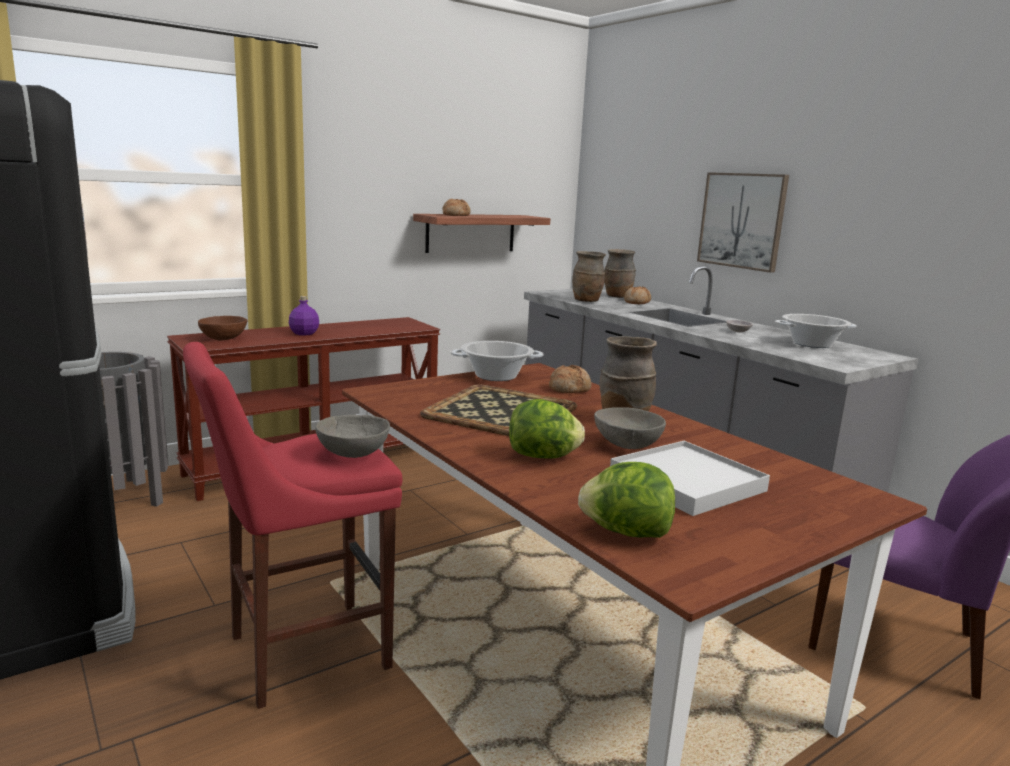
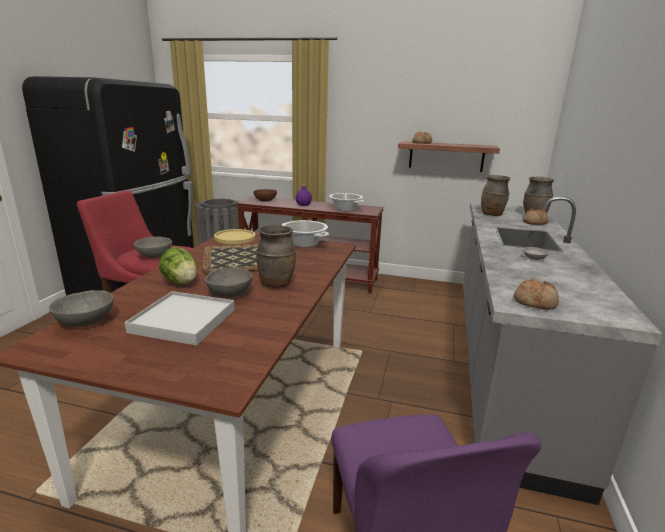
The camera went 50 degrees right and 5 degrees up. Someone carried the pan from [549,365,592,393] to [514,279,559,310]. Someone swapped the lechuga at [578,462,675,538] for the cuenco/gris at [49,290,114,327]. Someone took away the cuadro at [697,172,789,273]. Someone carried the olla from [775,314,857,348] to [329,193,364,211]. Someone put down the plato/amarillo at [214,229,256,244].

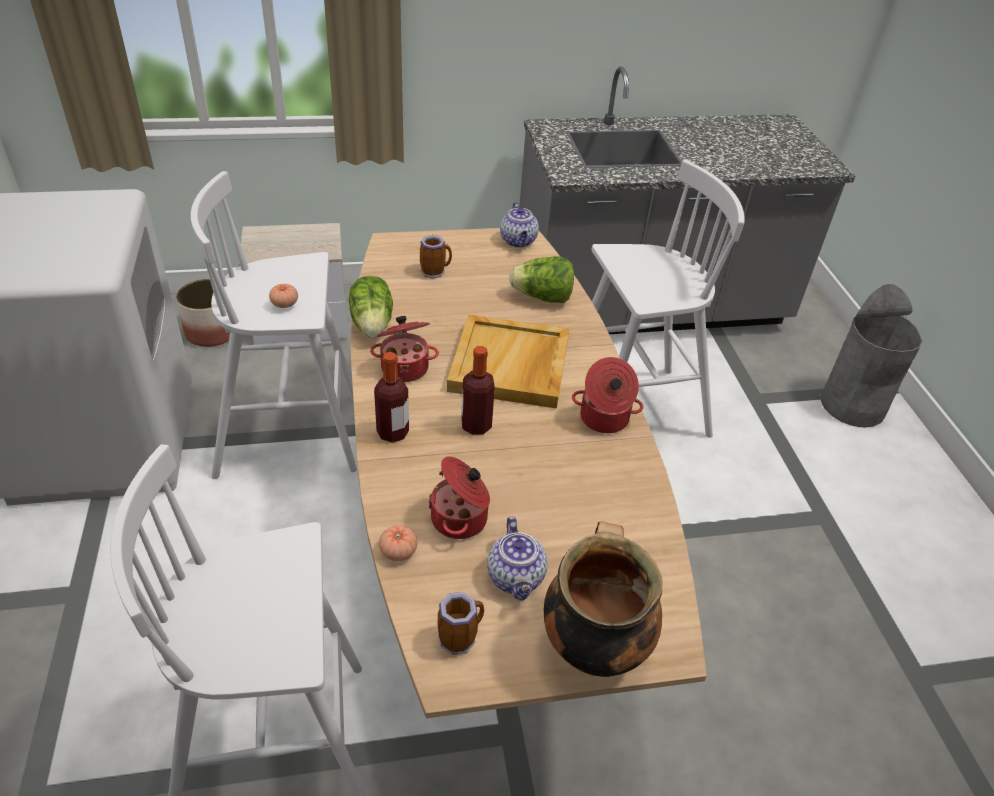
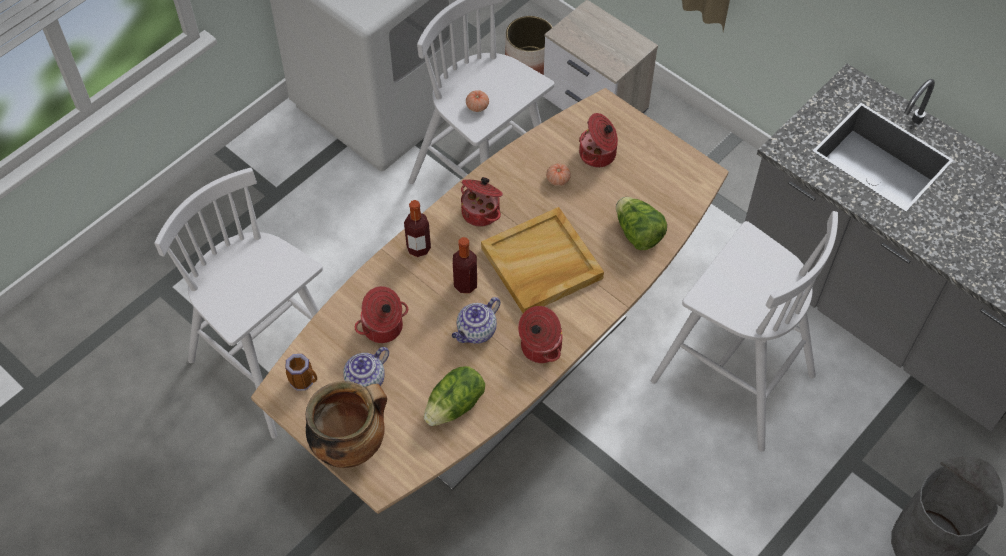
The camera went 55 degrees right and 15 degrees up. Someone carried the lechuga from [349,276,393,338] to [424,366,485,426]. Someone carried the tomate from [379,525,418,561] to [546,163,571,186]. Someone swapped the taza grande at [420,235,452,279] for the olla at [579,113,618,167]. Someone carried the tetera from [500,202,539,248] to [452,297,501,344].

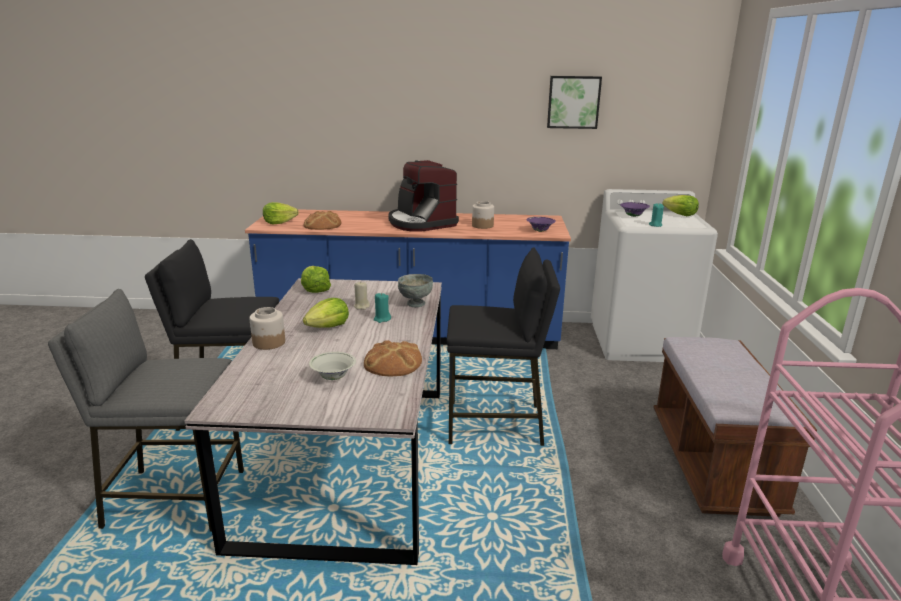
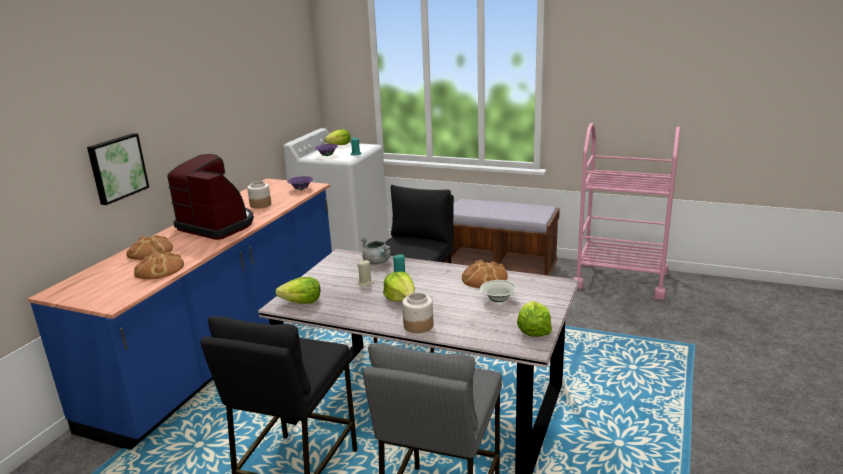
The camera went 70 degrees left and 0 degrees up. Someone carried the lechuga from [263,202,299,224] to [517,301,552,337]. Someone rotated the cafetera at [389,160,459,232] by 135 degrees counterclockwise. Someone swapped the cuenco/gris at [398,274,433,307] for the olla/gris at [359,237,391,265]. Someone carried the cuadro from [547,76,602,129] to [87,133,149,205]. Someone put down the pan at [126,235,173,260].

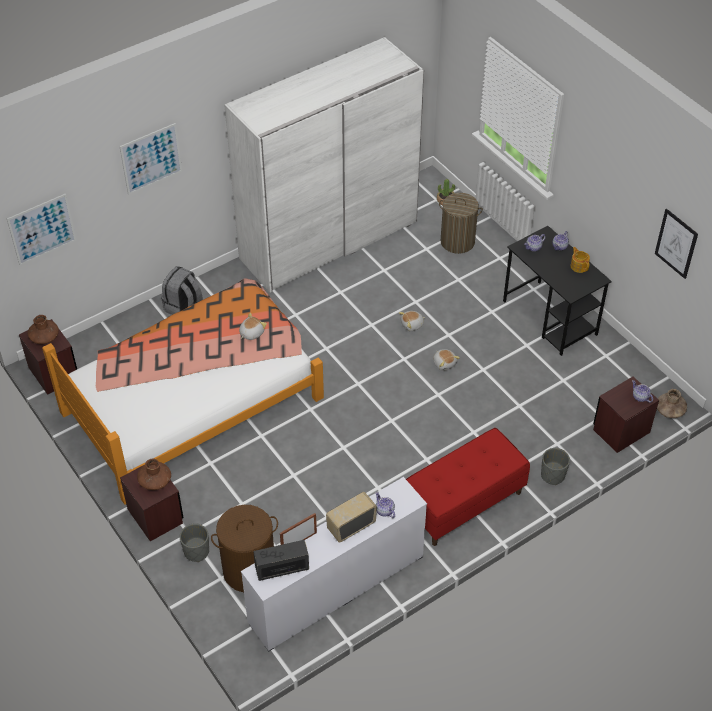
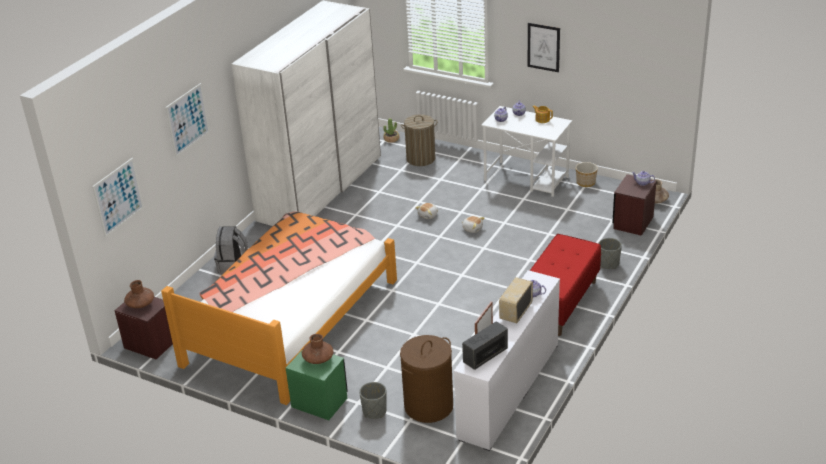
The camera went 25 degrees left and 15 degrees down. Someone repainted the mesita de noche/marrón at [120,466,184,541], which became the mesita de noche/verde at [286,349,348,420]. Someone took away the peluche at [239,313,267,340]. Someone repainted the escritorio/negro at [503,226,612,356], which became the escritorio/blanco at [481,106,572,197]. Someone carried the cuadro from [655,208,698,279] to [528,23,560,72]. Someone put down the maceta at [576,162,598,187].

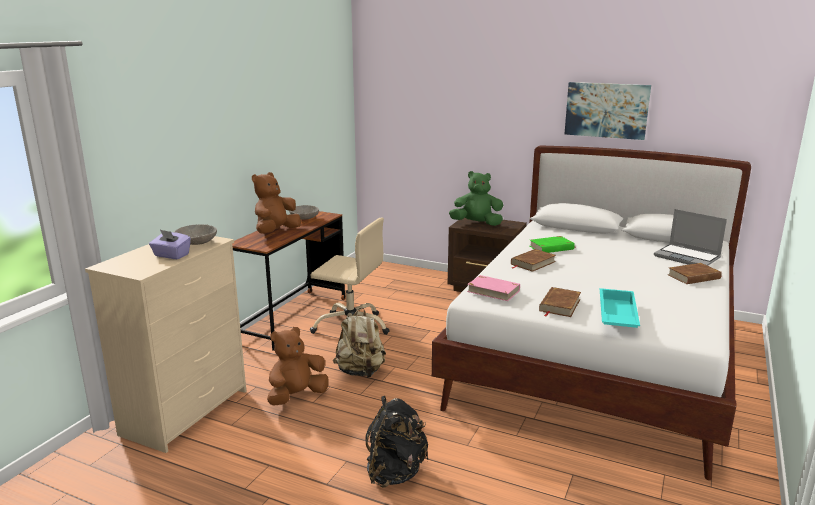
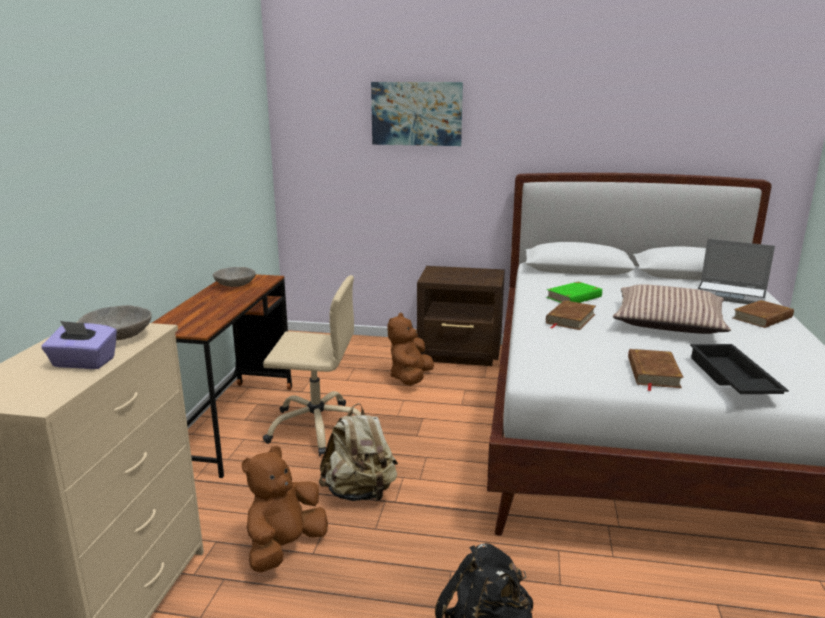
The camera went 15 degrees left and 0 degrees up. Someone carried the peluche/marrón from [252,172,301,234] to [387,313,434,386]. Someone took away the peluche/verde at [449,171,503,226]. Someone took away the libro/rosa at [467,275,520,301]. Someone carried the cuadro from [565,82,651,140] to [371,82,463,146]. Someone repainted the bandeja/turquesa at [600,288,640,328], which became the bandeja/negro at [690,344,789,394]. Someone put down the cojín at [613,284,731,334].

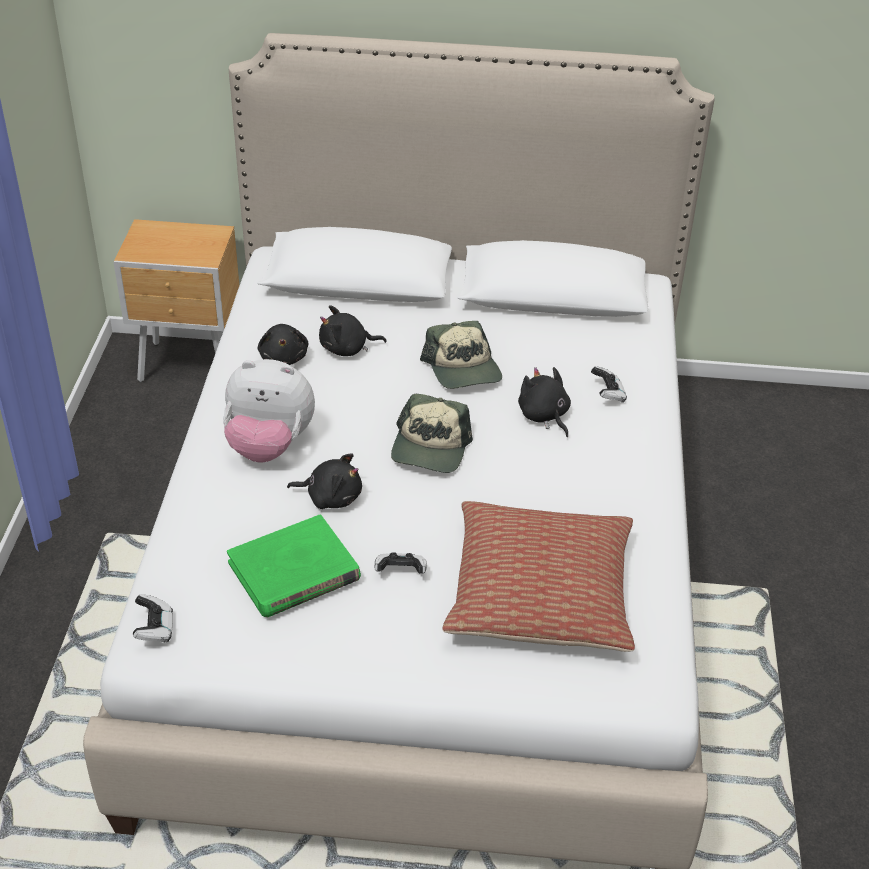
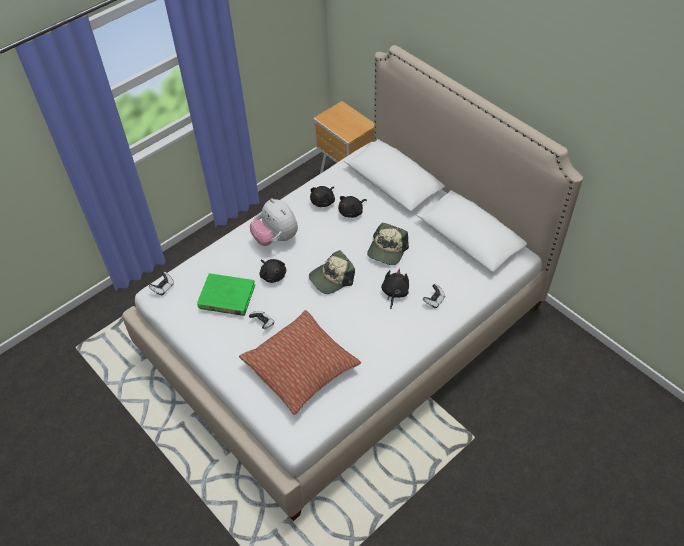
The camera went 45 degrees right and 10 degrees up. Someone rotated the peluche/negro at [319,305,387,356] by 75 degrees counterclockwise.

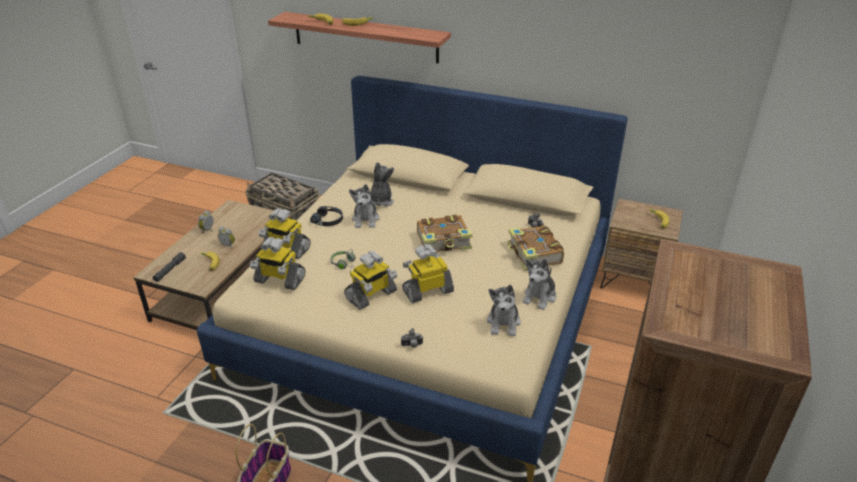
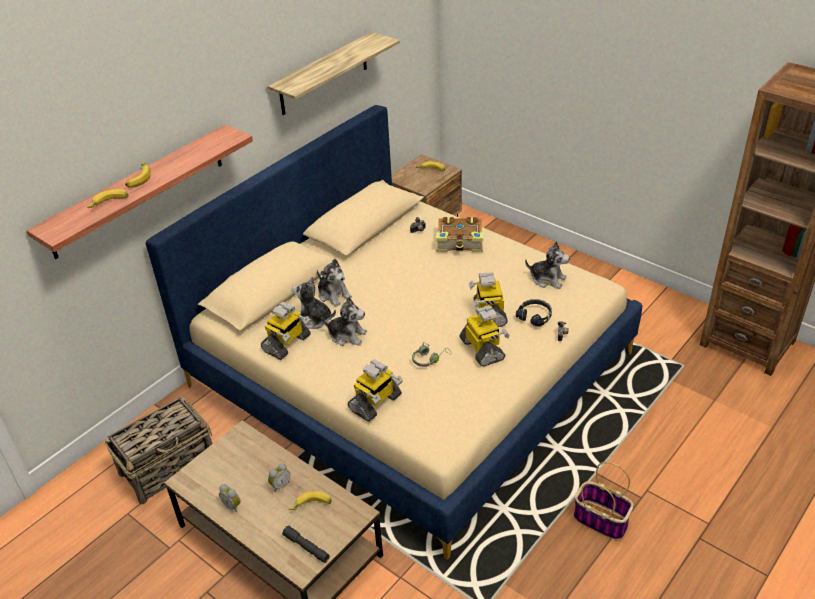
The camera went 70 degrees left and 5 degrees up. Someone carried the robot de juguete from [250,237,305,290] to [261,302,311,360]. Someone carried the auriculares/negro from [310,206,343,226] to [516,299,552,327]. Someone took away the libro at [417,215,473,252]. Someone carried the peluche from [522,259,556,310] to [317,259,352,307]. Someone put up the estante at [267,32,400,115].

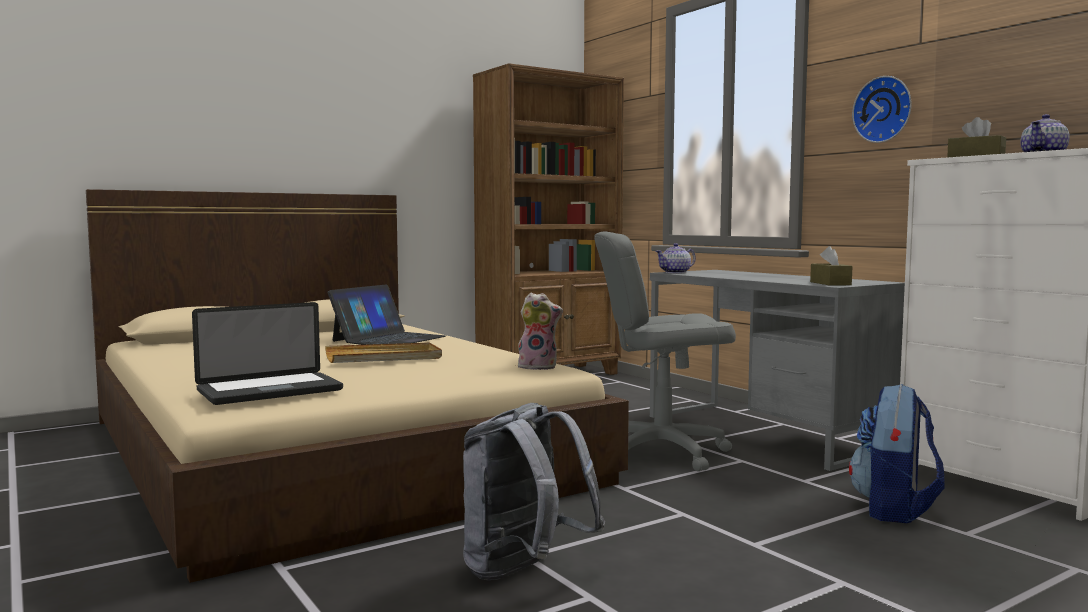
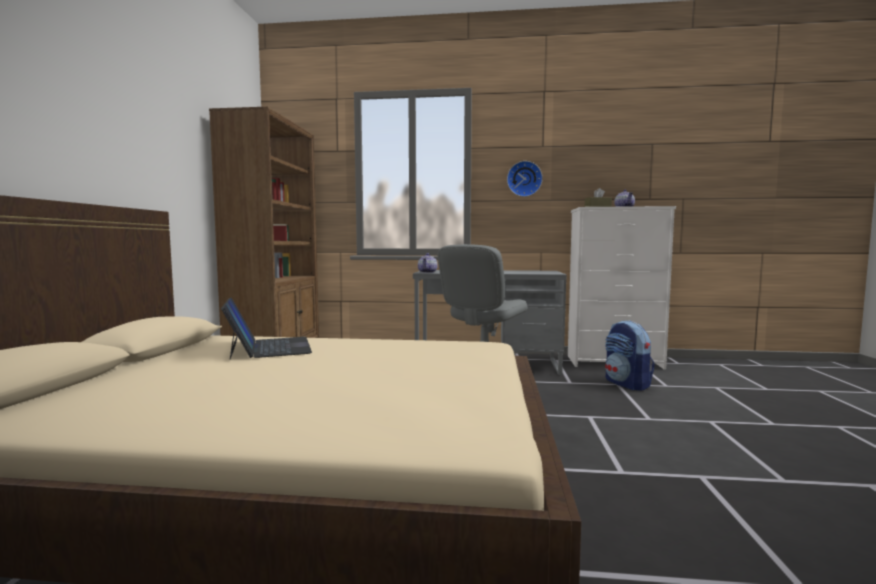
The camera went 50 degrees left and 0 degrees up. Someone took away the portátil at [192,302,343,405]. Someone took away the bandeja/beis at [325,342,442,363]. Someone took away the mochila/gris at [463,403,605,580]. Someone took away the peluche at [518,292,563,370]. Someone took away the caja de pañuelos/marrón at [810,246,852,286].

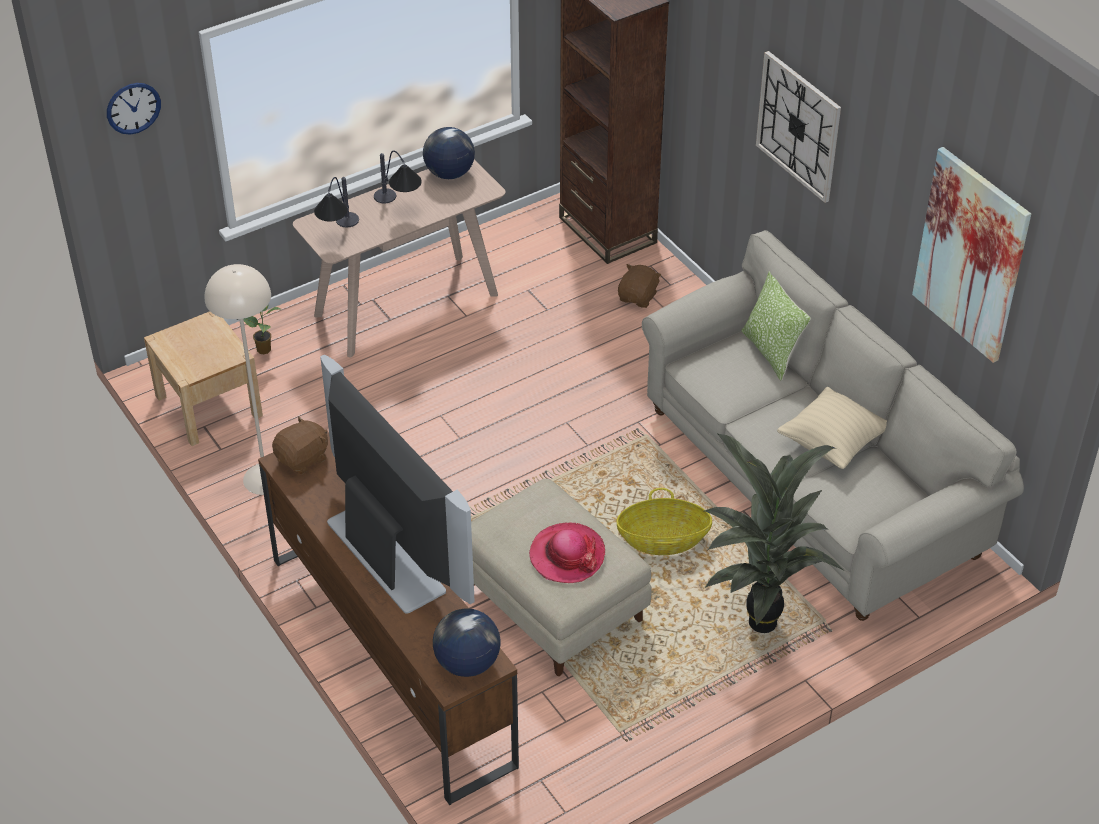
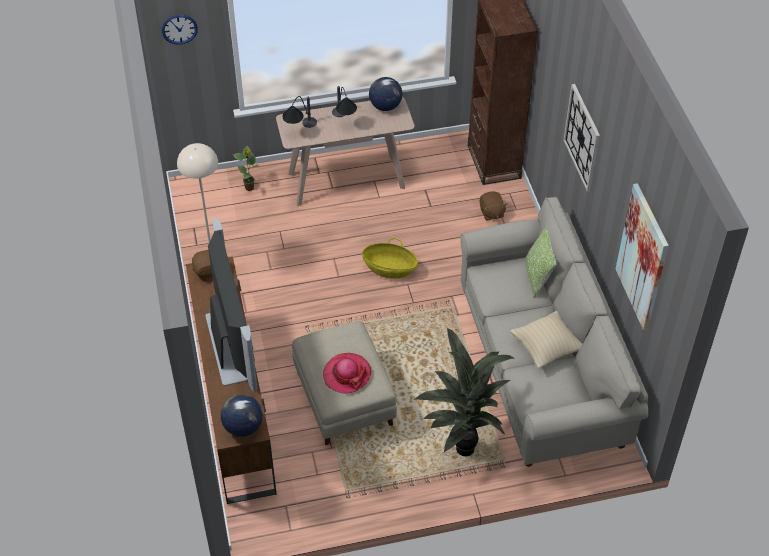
The camera went 20 degrees right and 5 degrees up. Someone took away the mesita de noche/beis at [144,311,263,446]. Someone carried the cesta from [616,488,712,555] to [362,238,418,279]. Someone rotated the peluche/marrón at [618,264,661,308] by 120 degrees clockwise.

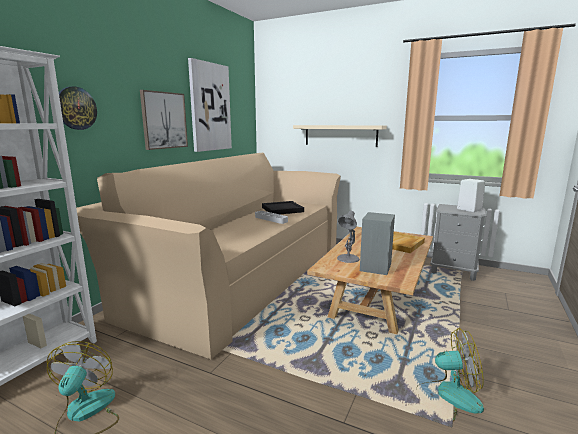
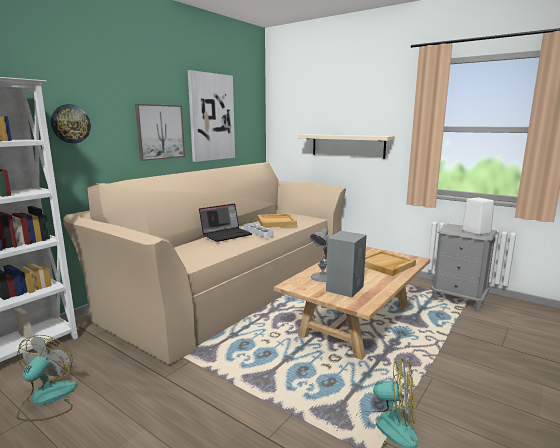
The camera went 10 degrees right and 0 degrees up. Someone repainted the bandeja/negro at [262,201,304,214], which became the bandeja/beis at [258,214,297,228]. Someone put down the portátil at [199,203,253,242].

